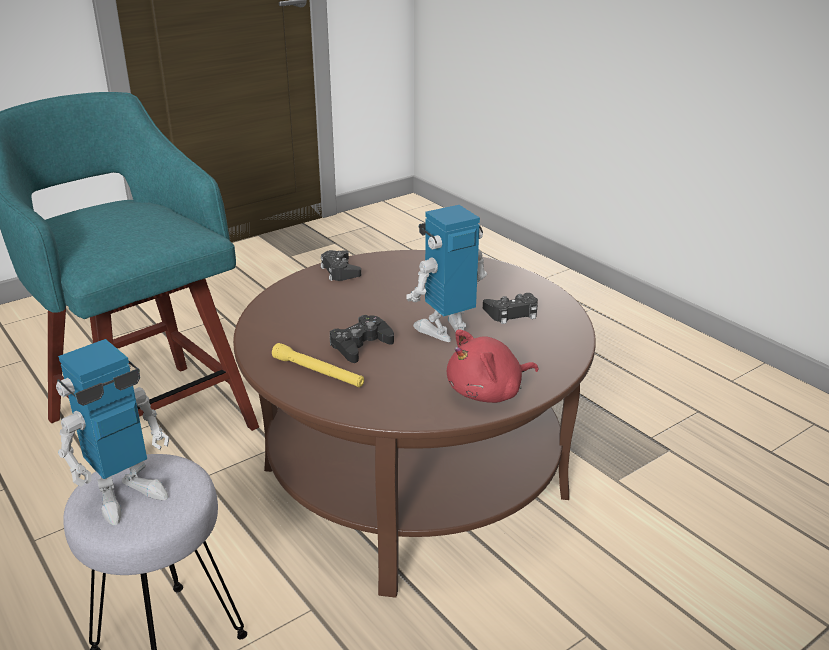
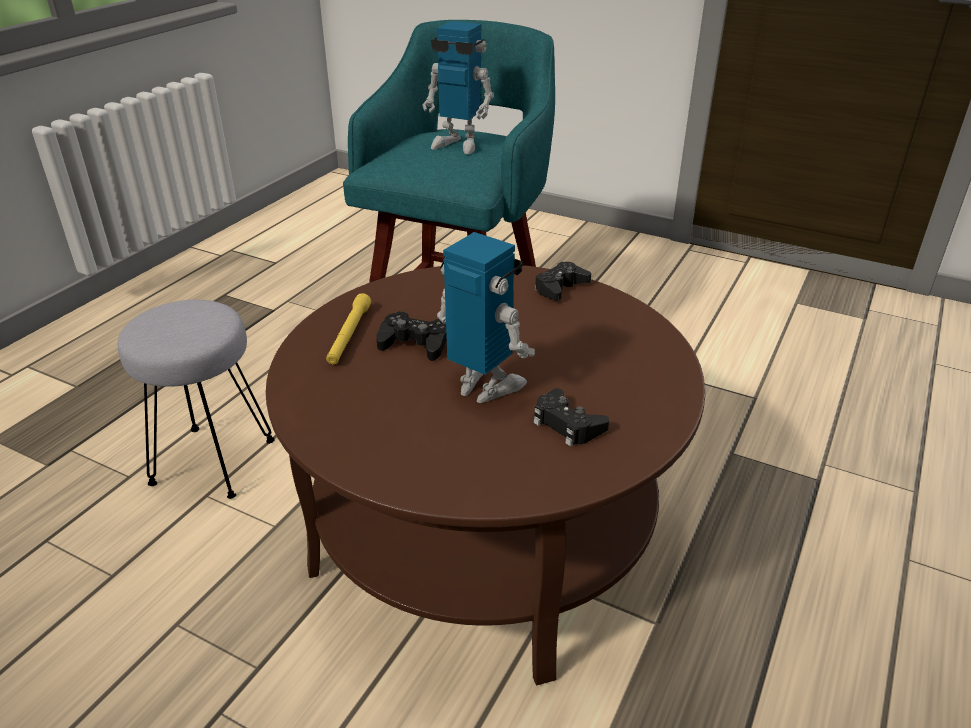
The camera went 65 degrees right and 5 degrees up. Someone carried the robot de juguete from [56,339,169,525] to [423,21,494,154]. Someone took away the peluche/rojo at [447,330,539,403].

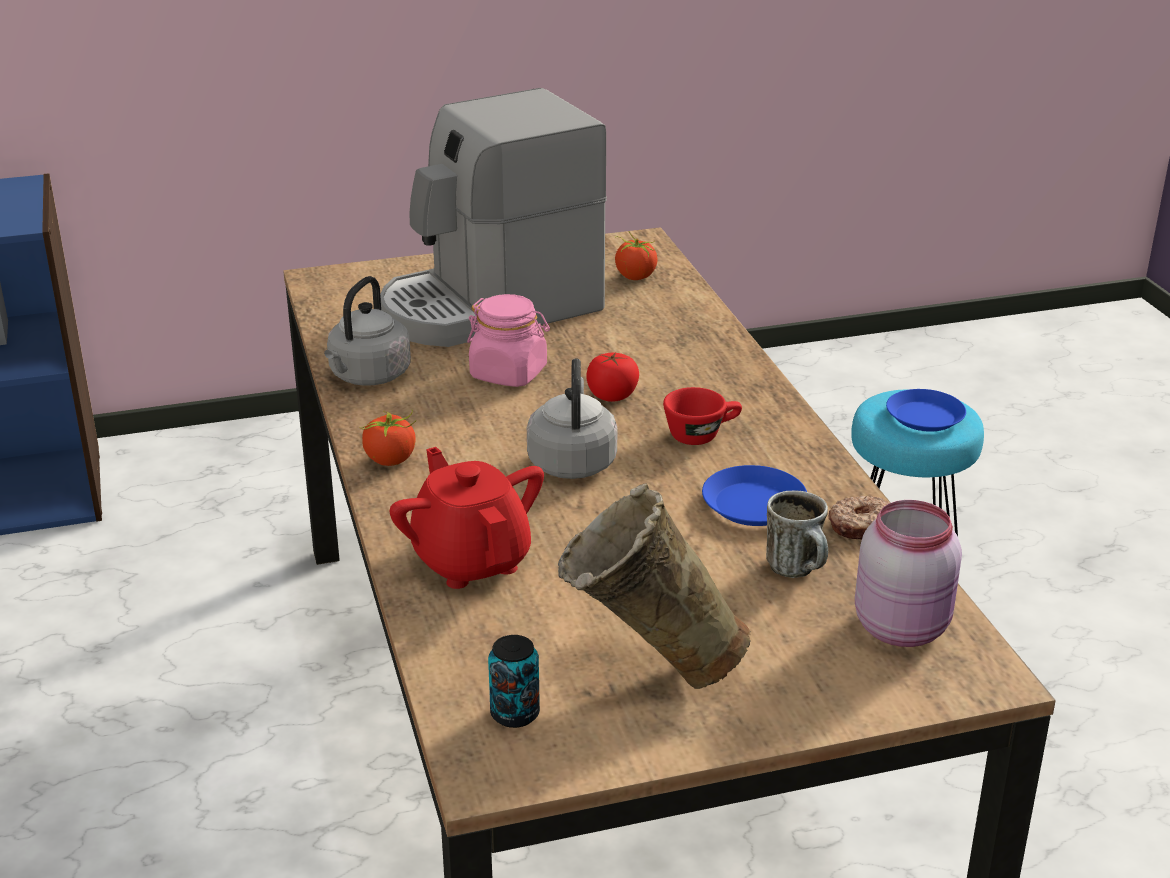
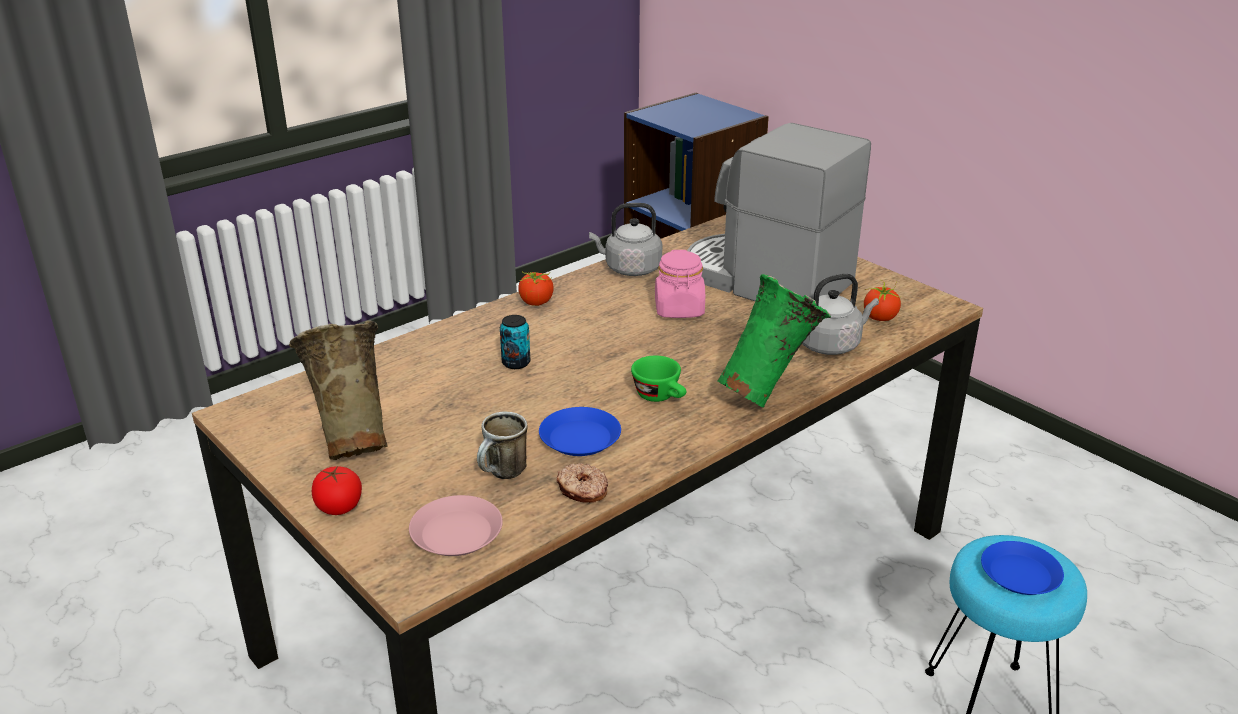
The camera went 65 degrees right and 0 degrees up. Someone took away the tetera/rojo at [389,447,544,589]. Someone carried the lata from [488,635,540,728] to [500,315,530,369]. Someone carried the hervidor/gris from [527,358,618,479] to [802,274,879,355]. Someone carried the tomate from [586,352,639,402] to [312,466,362,515]. Someone repainted the taza/rojo at [663,387,742,445], which became the taza/verde at [631,356,686,402]. Someone swapped the tarro/rosa at [855,500,962,647] for the plato/rosa at [409,495,503,556]. Someone put down the florero/verde at [717,274,831,408].

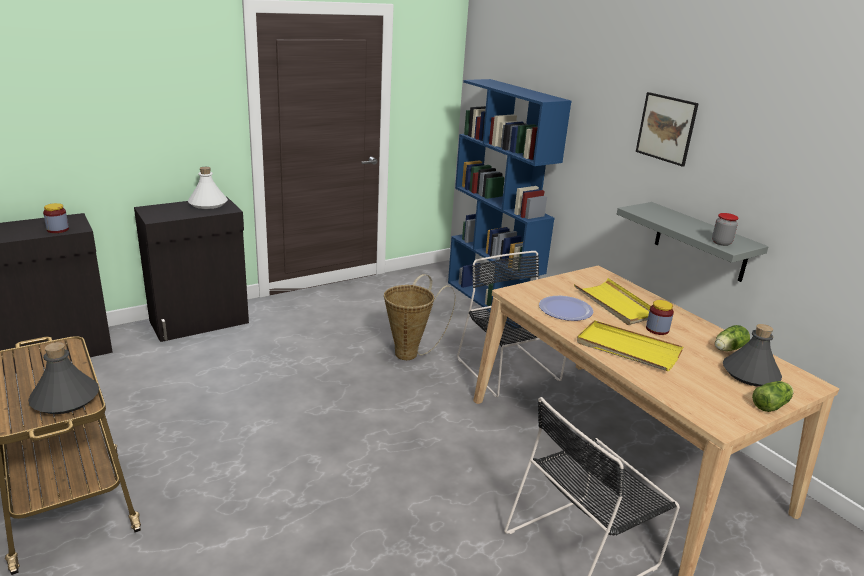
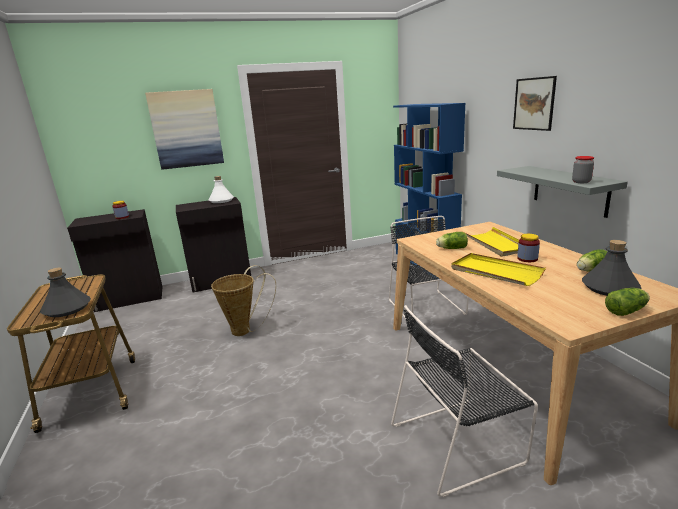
The camera went 15 degrees right and 5 degrees down. Someone carried the cesta from [384,274,455,360] to [211,265,276,336]. Someone swapped the plato at [539,296,593,321] for the lechuga at [436,232,468,249]. Someone put up the cuadro at [145,89,224,170].

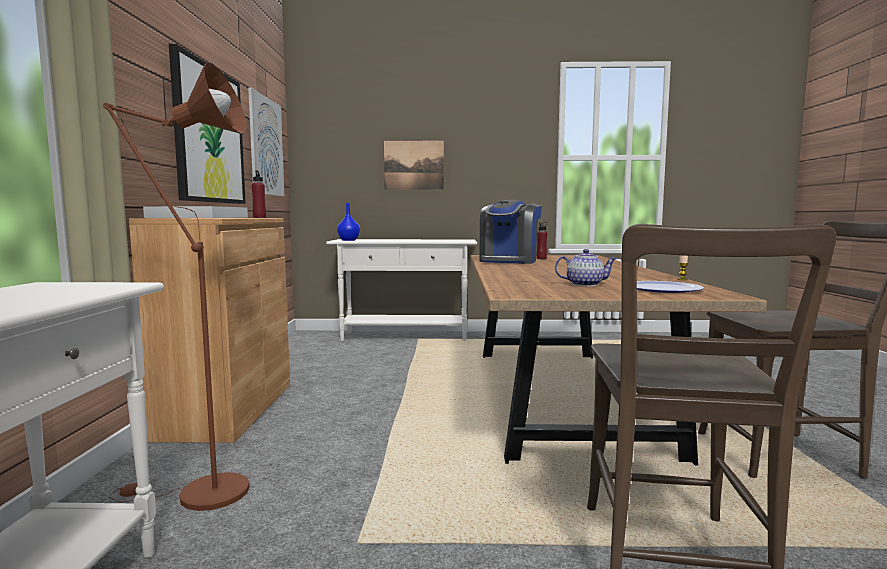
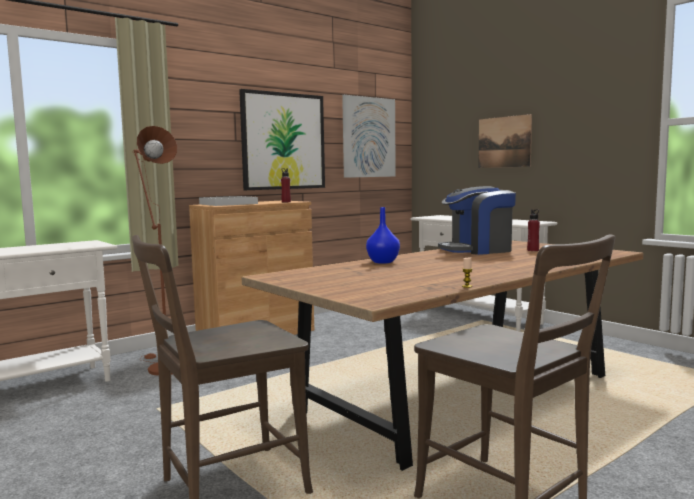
The camera went 50 degrees right and 0 degrees up. Someone carried the florero/azul from [337,203,360,241] to [366,207,400,264]. Someone took away the tetera at [555,249,617,286]. Someone took away the plato at [637,281,704,293].

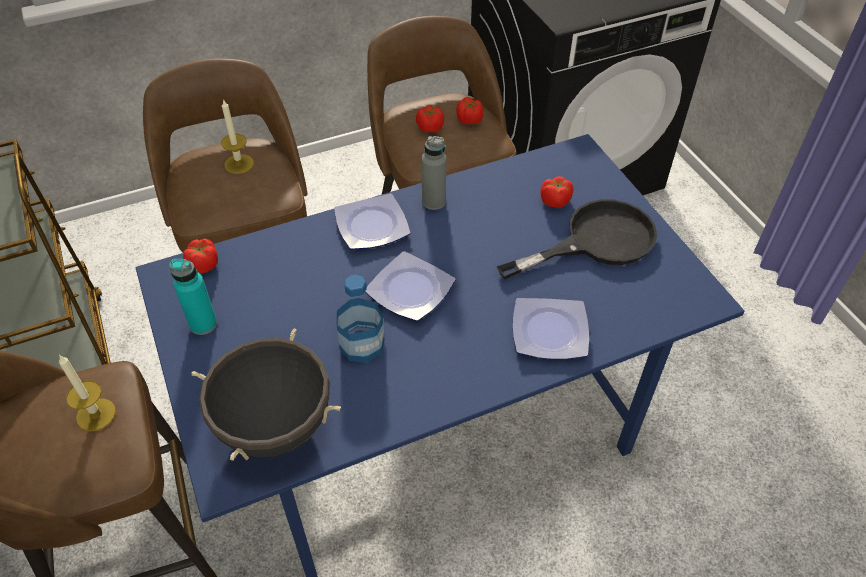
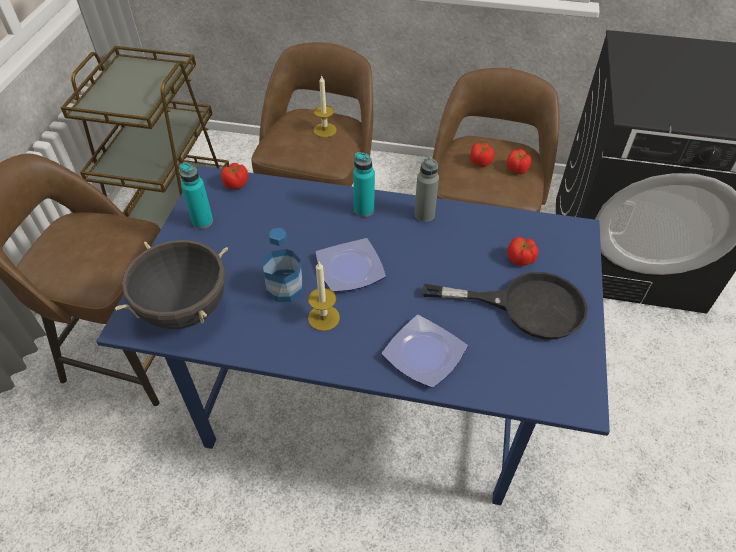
The camera went 35 degrees right and 0 degrees up. Someone carried the vela from [59,355,116,431] to [308,262,340,331]. Someone swapped the plato at [334,194,410,250] for the botella/turquesa at [353,152,375,217].

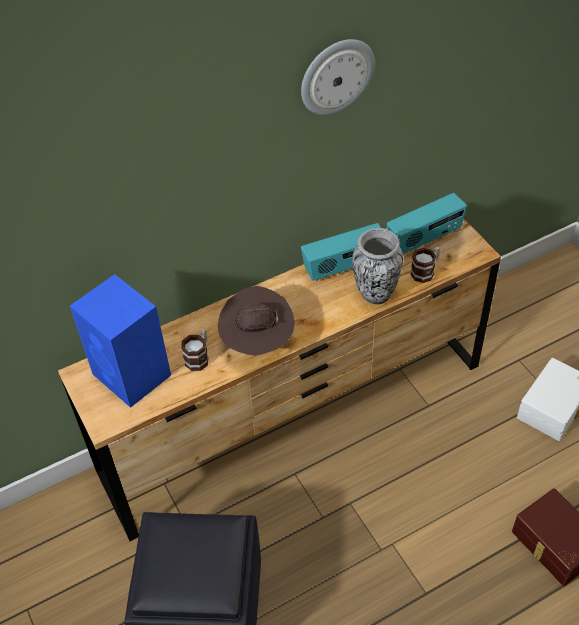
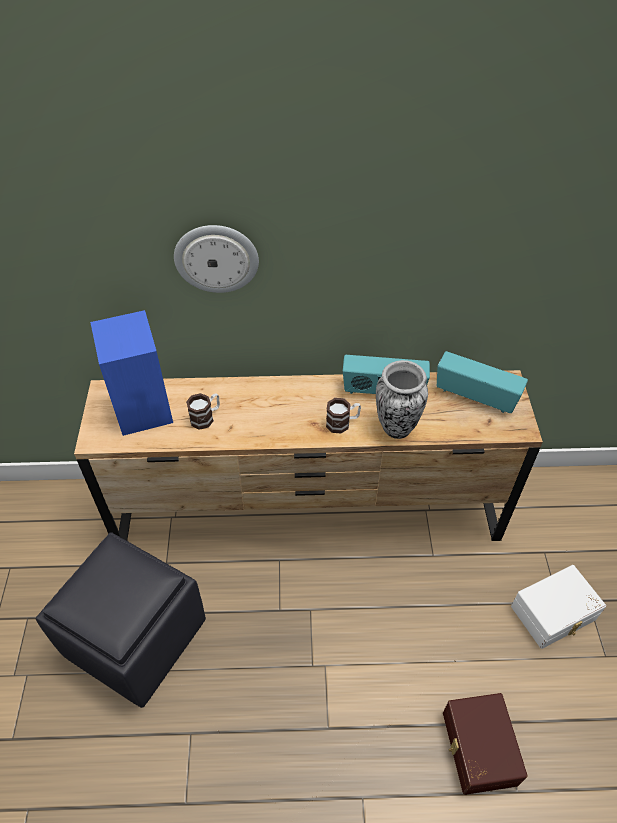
The camera went 25 degrees right and 0 degrees up. Someone took away the sombrero/marrón at [217,286,295,356]. Someone carried the reloj de pared from [301,39,375,115] to [174,225,259,293]. Someone rotated the radio at [387,193,467,255] by 150 degrees counterclockwise. Someone carried the taza grande from [411,247,440,283] to [326,398,361,434].

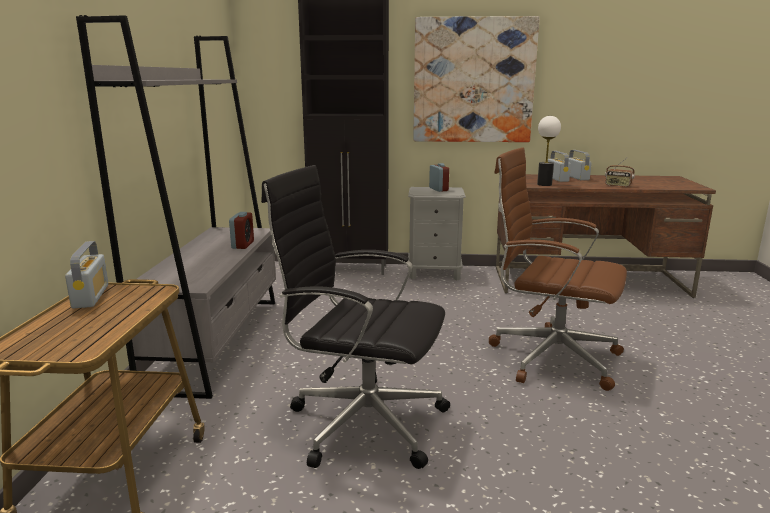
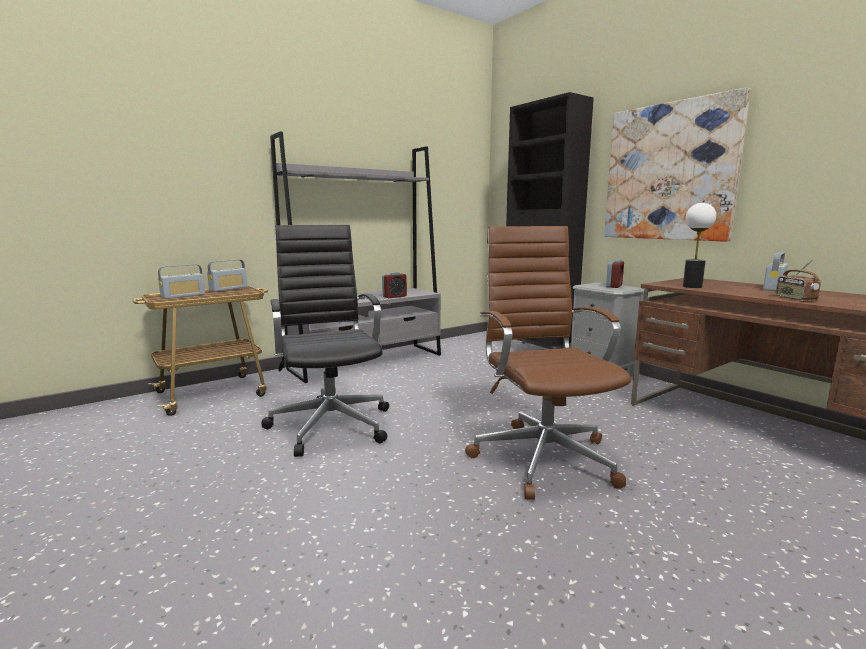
The camera went 50 degrees right and 5 degrees down. Someone carried the radio from [547,151,571,182] to [158,264,205,299].

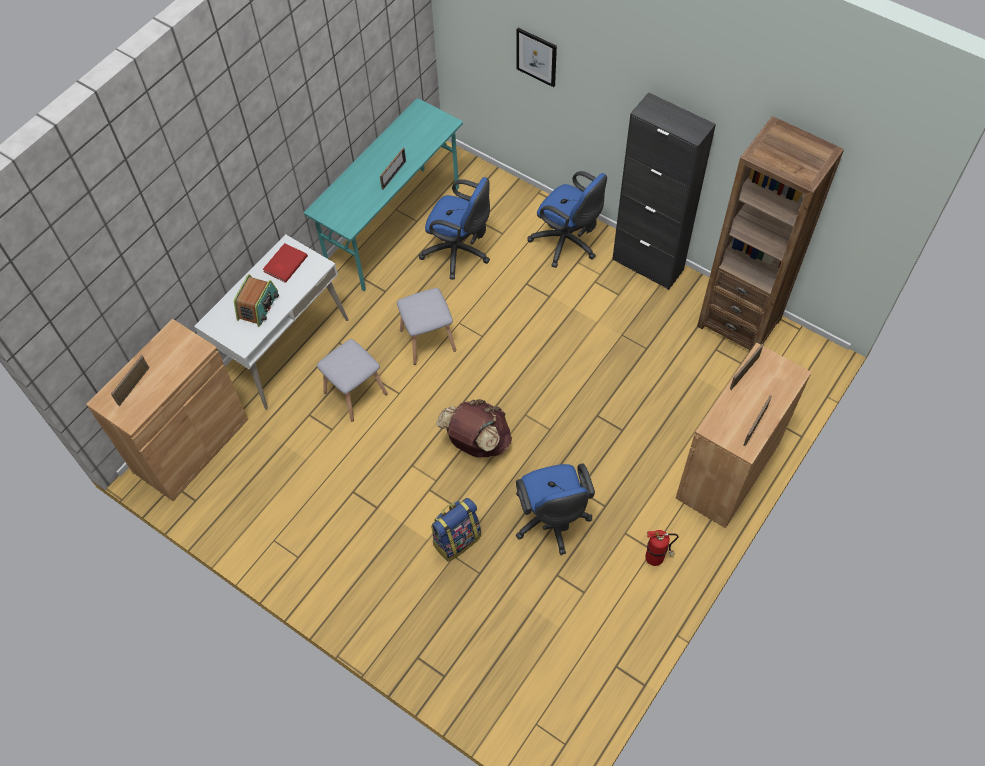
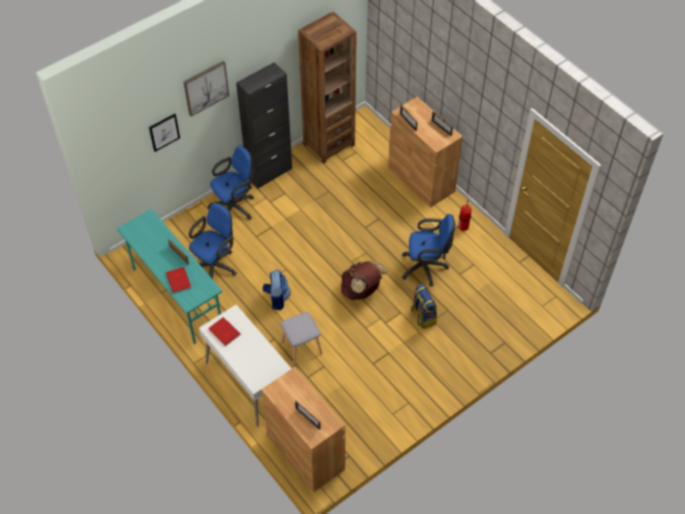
The camera went 75 degrees left and 5 degrees down. Someone took away the radio at [234,274,279,327]. Someone swapped the taburete/gris at [397,288,456,365] for the mochila at [263,270,291,310]. Someone put down the libro/rojo at [166,267,191,293]. Someone put up the cuadro at [184,61,229,117].

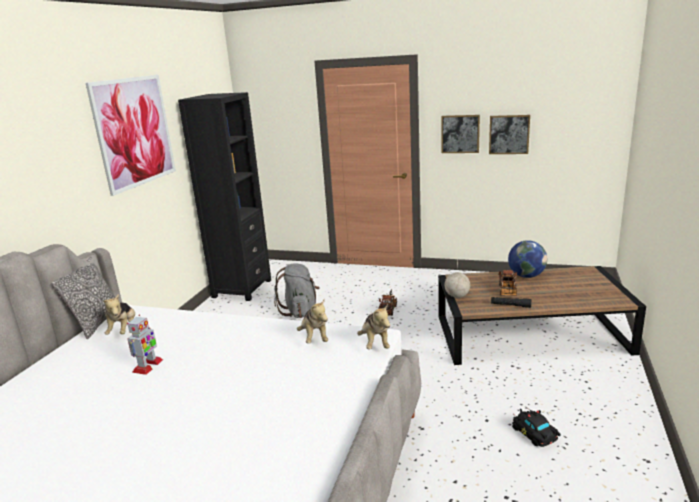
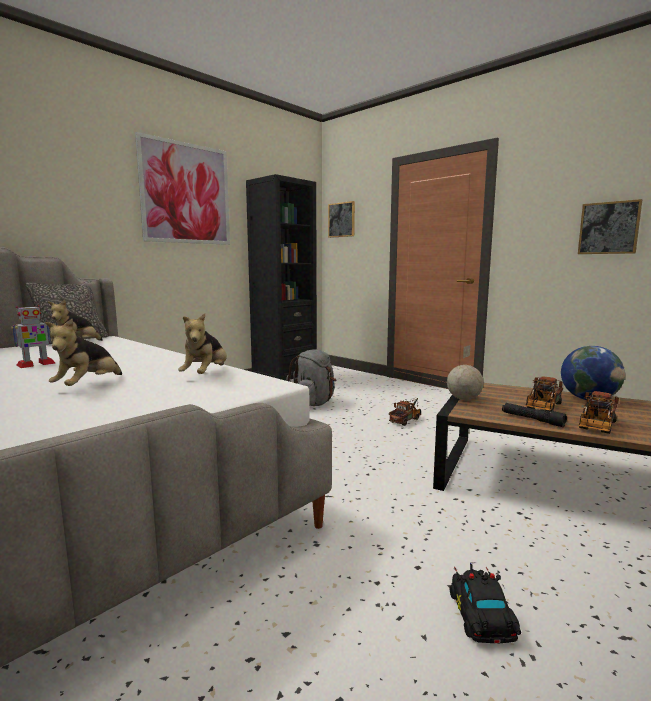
The camera went 25 degrees right and 10 degrees down. Someone carried the peluche from [357,304,390,350] to [45,319,122,386]. Someone carried the cuadro from [441,115,480,153] to [328,201,355,238]. Someone put down the camión de juguete at [578,391,619,434].

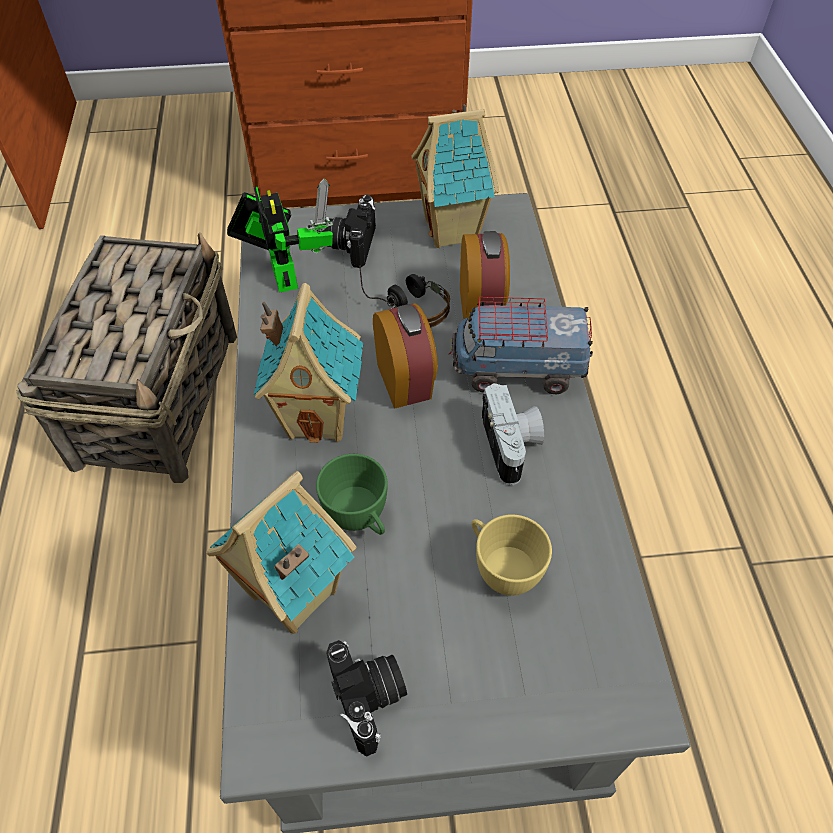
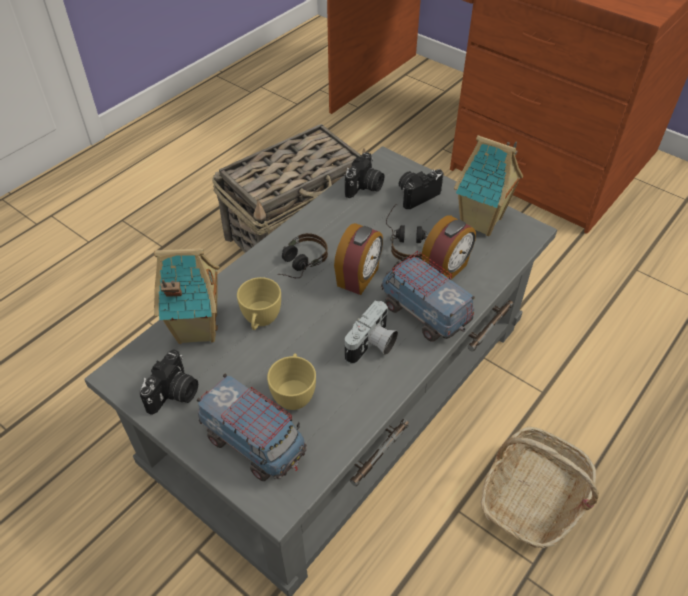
The camera went 45 degrees right and 5 degrees down. Someone swapped the robot de juguete at [227,179,333,293] for the cámara at [345,152,384,198]. Someone swapped the casita at [254,283,363,443] for the auriculares at [278,233,328,278]. Someone repainted the taza/verde at [316,454,388,535], which became the taza/amarillo at [237,277,281,330]. Someone put down the camión de juguete at [197,374,307,481]. Someone put down the cesta at [481,426,599,548].

